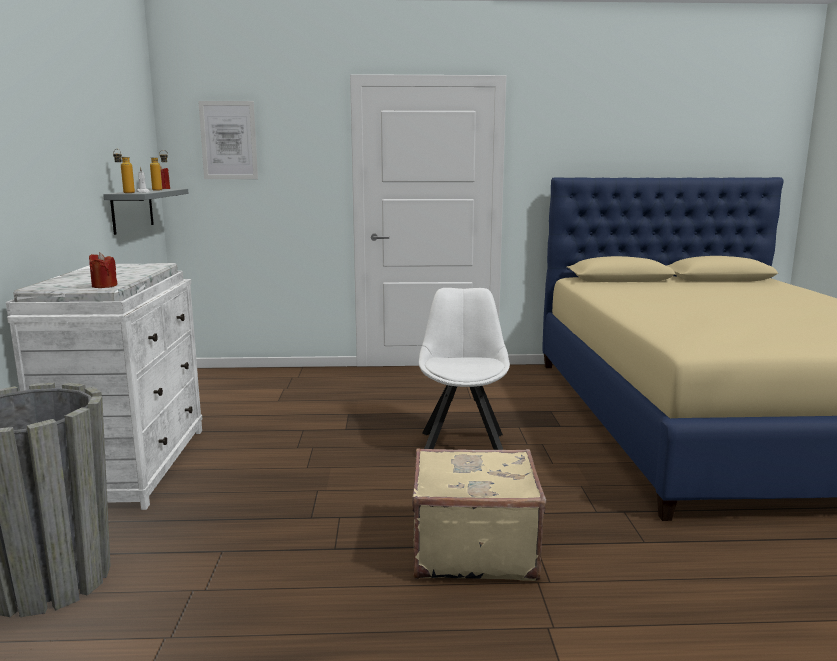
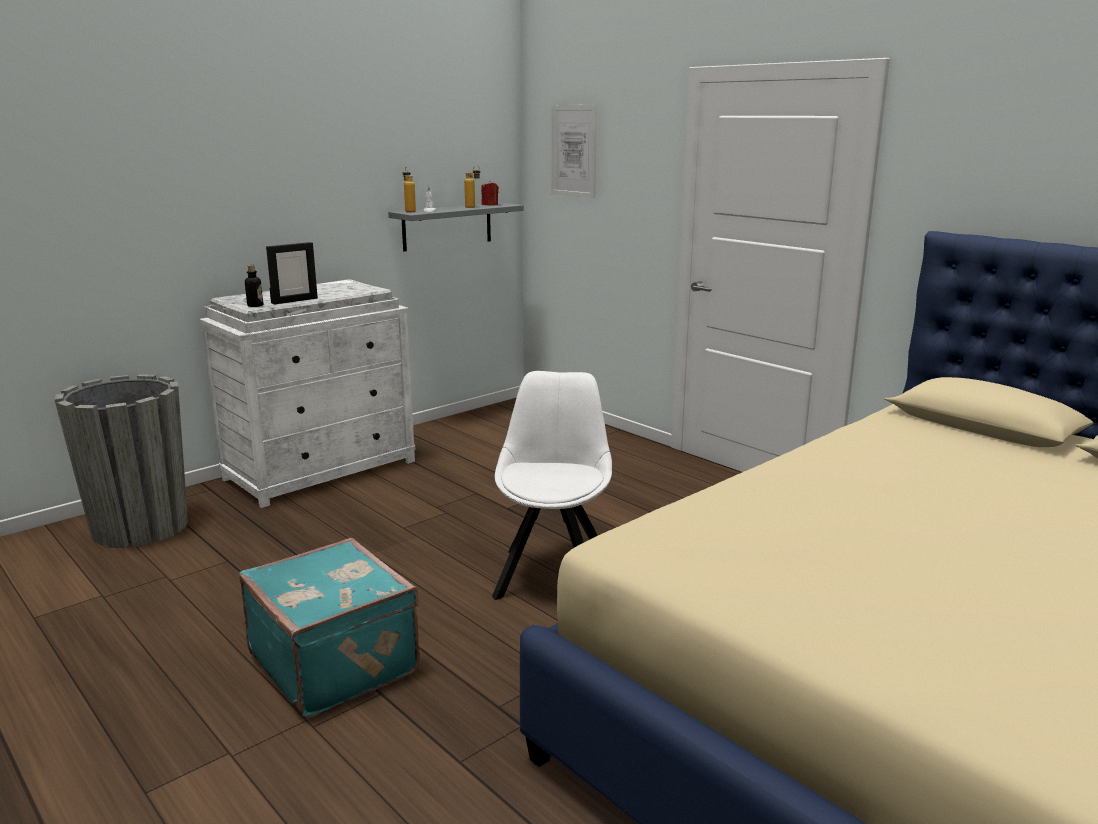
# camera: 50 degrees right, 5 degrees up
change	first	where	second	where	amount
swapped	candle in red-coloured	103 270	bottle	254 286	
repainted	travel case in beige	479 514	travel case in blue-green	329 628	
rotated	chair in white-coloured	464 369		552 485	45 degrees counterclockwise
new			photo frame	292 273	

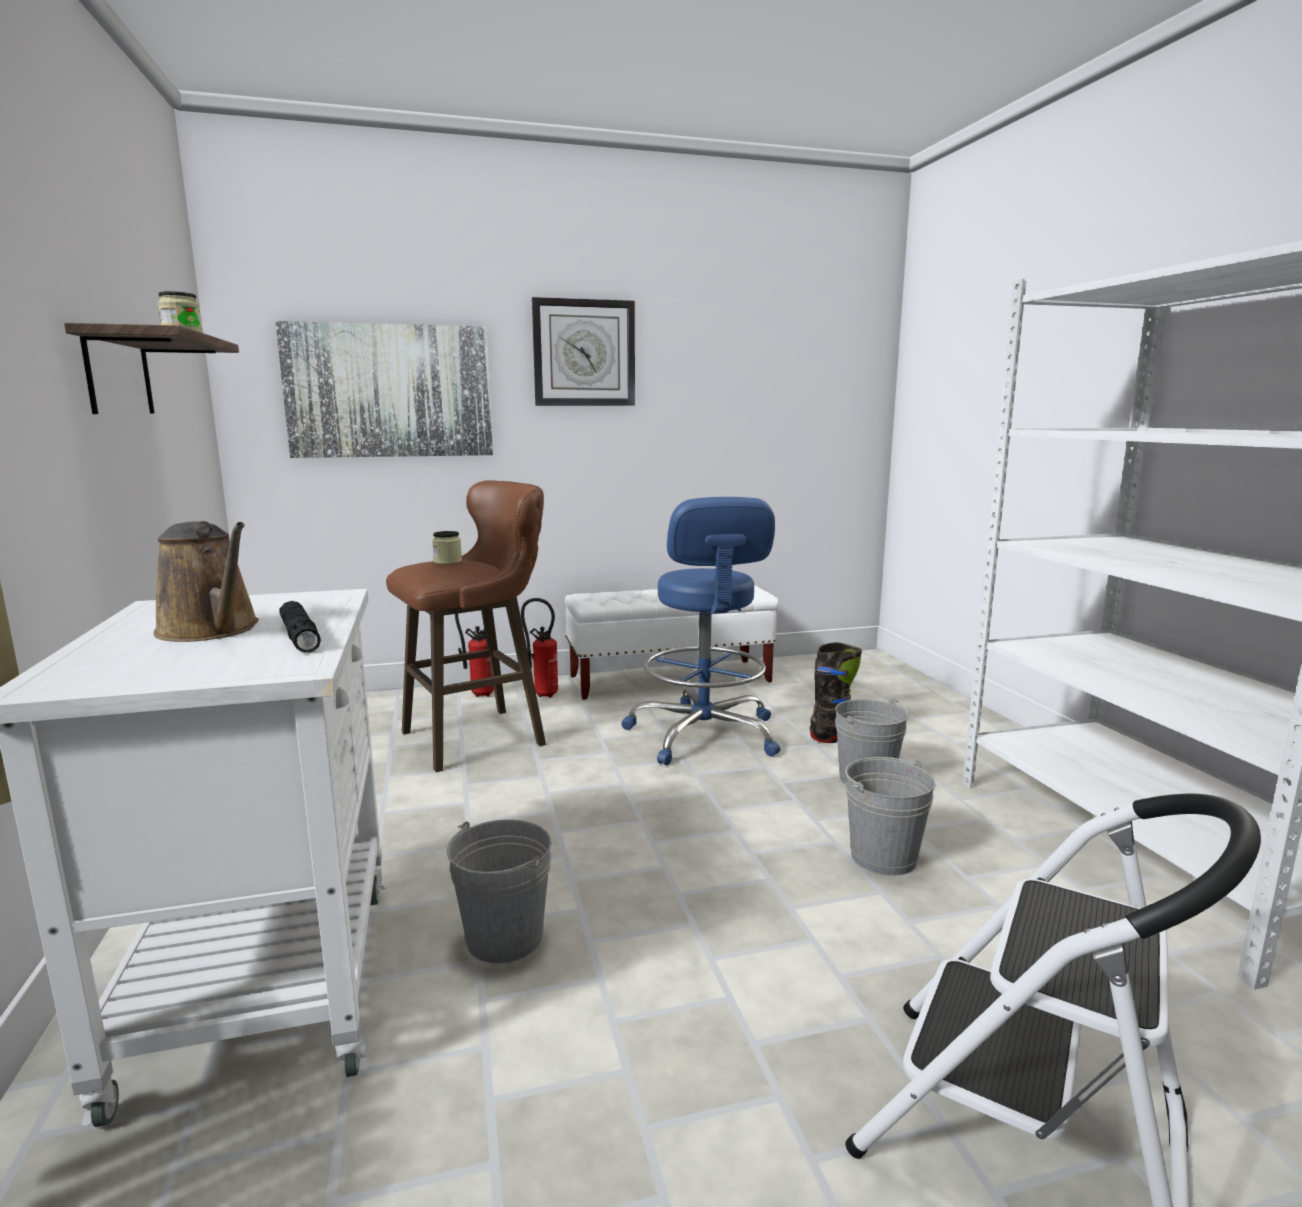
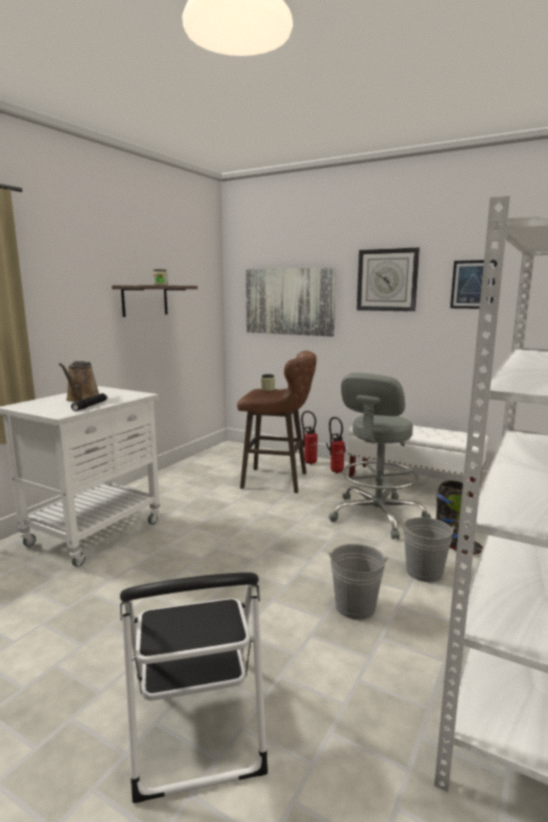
# camera: 45 degrees right, 0 degrees up
change	first	where	second	where	amount
gone	water bucket in gray	499 891			
repainted	stool in blue	700 631	stool in gray	380 456	
new			wall art	473 284	

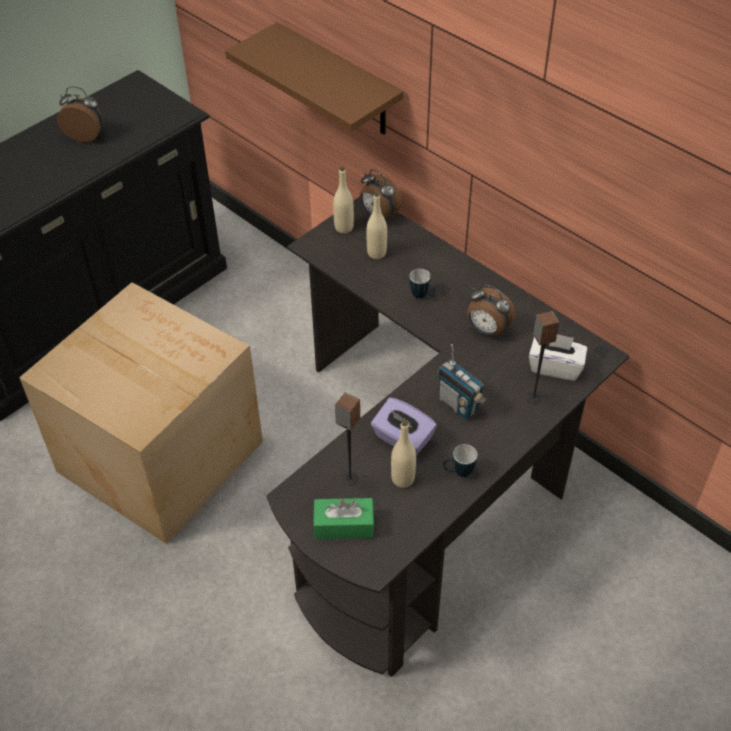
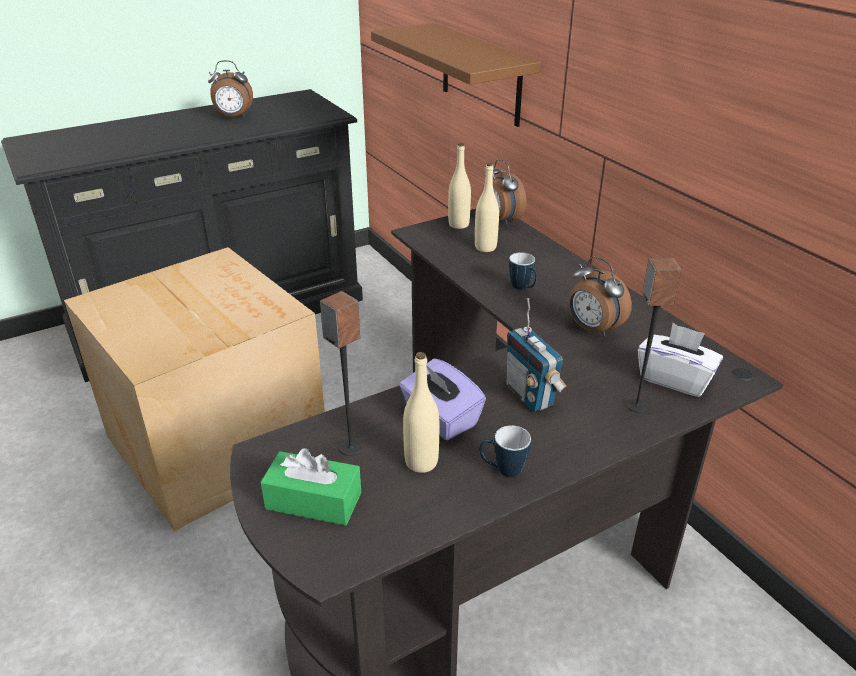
# camera: 15 degrees right, 15 degrees down
change	first	where	second	where	amount
rotated	table clock	79 114		230 89	150 degrees clockwise

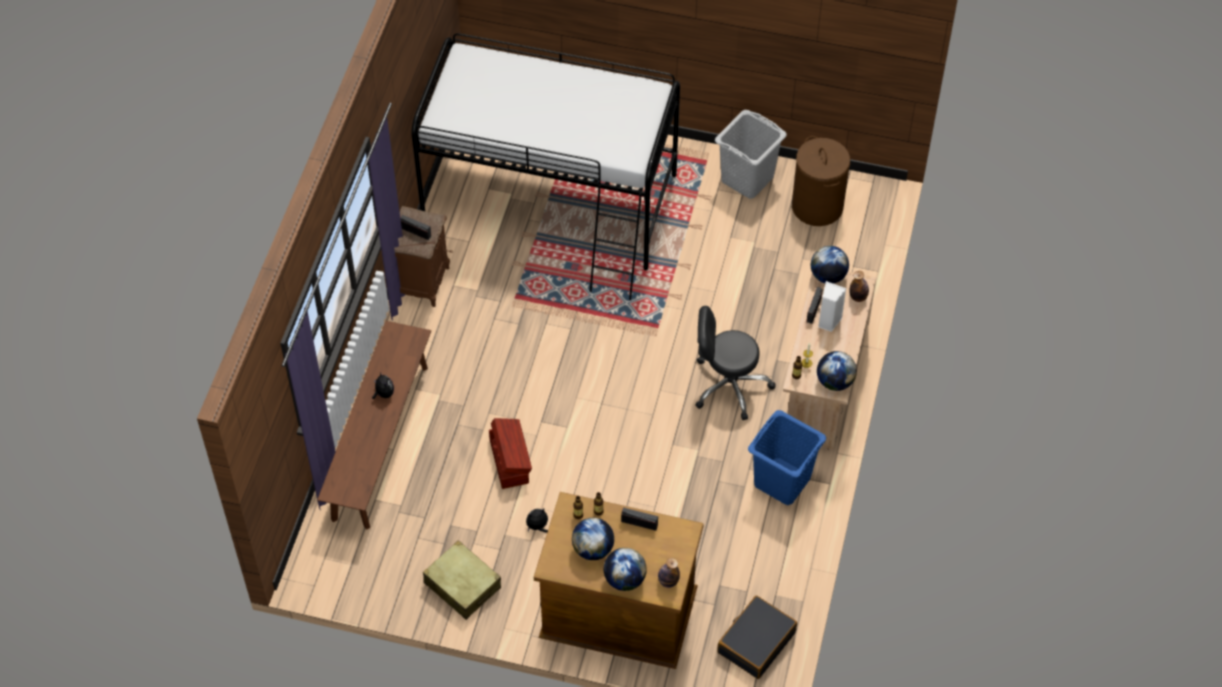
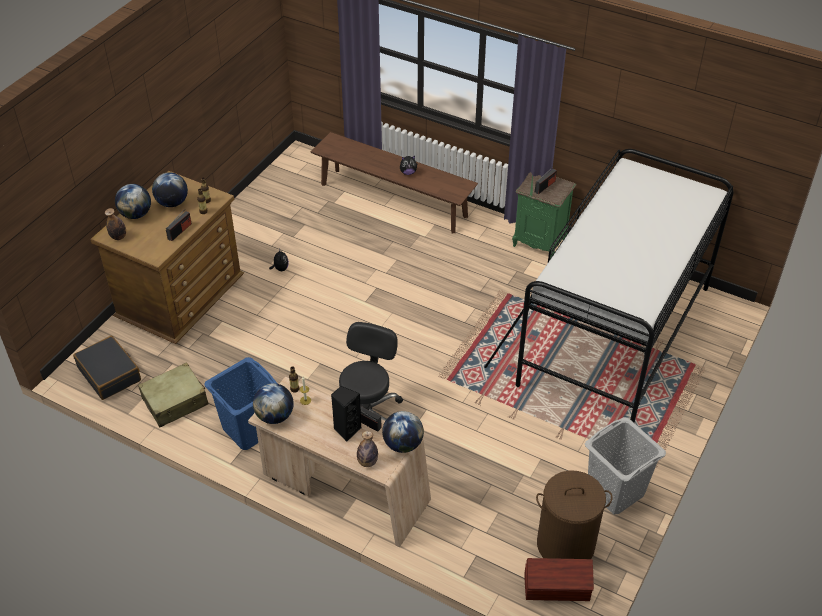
# camera: 105 degrees right, 10 degrees down
change	first	where	second	where	amount
repainted	night table in brownish	423 256	night table in green	544 215	
shifted	travel case in beige	462 580		173 394	
shifted	storage container in brownish	510 453		559 579	
repainted	loudspeaker in white-coloured	832 306	loudspeaker in black-coloured	346 414	

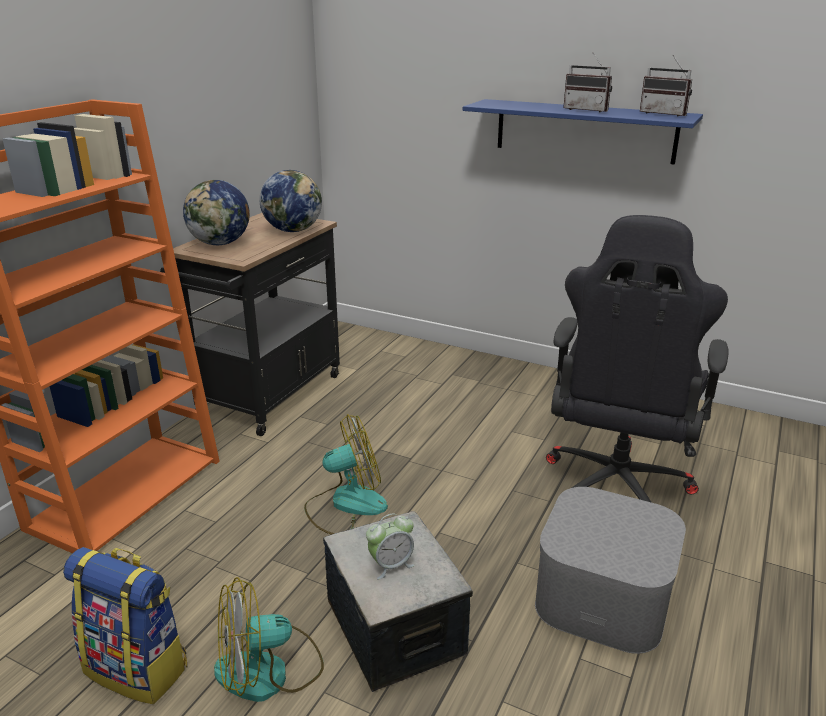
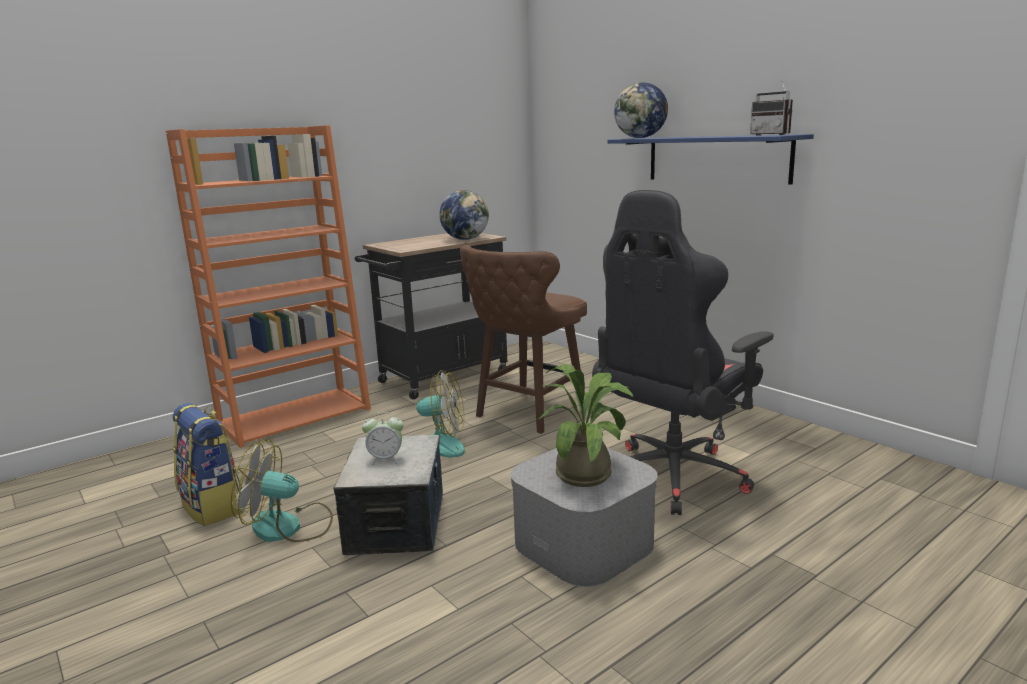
# camera: 25 degrees right, 10 degrees down
change	first	where	second	where	amount
shifted	world globe	216 212		641 110	
gone	radio	587 82			
new			stool in brownish	523 339	
new			houseplant	585 425	

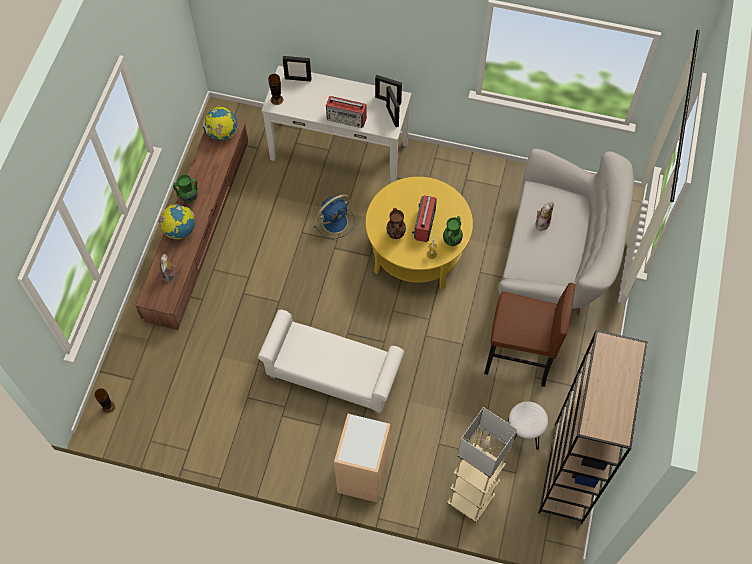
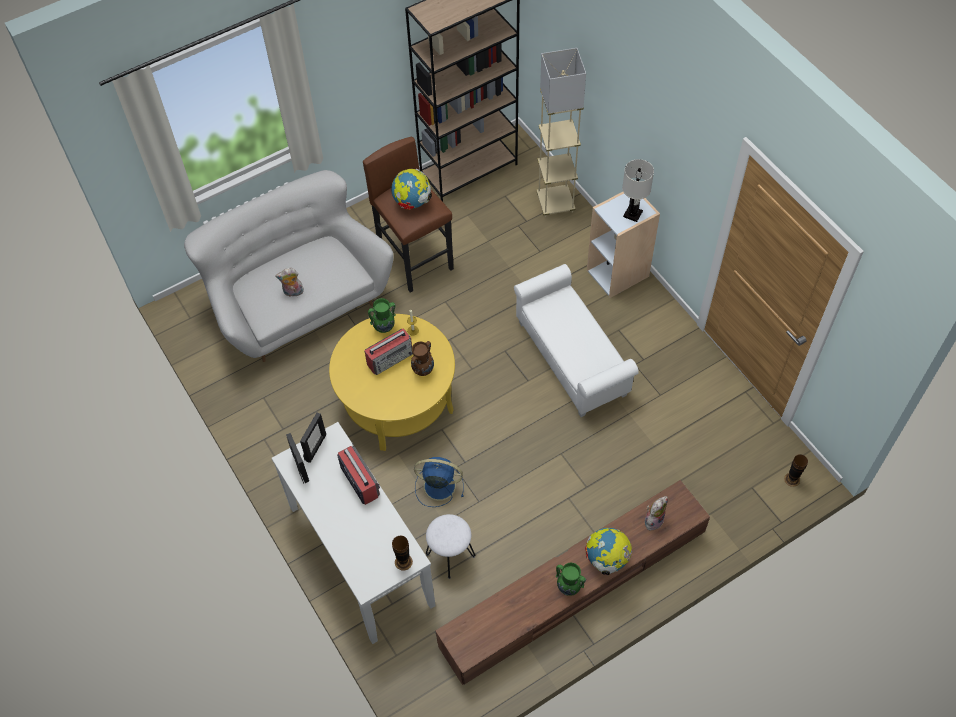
# camera: 135 degrees left, 5 degrees down
change	first	where	second	where	amount
shifted	world globe	220 123		411 189	
gone	photo frame	297 69			
shifted	stool in white-coloured	528 425		450 546	
new			table lamp in white-coloured	638 190	

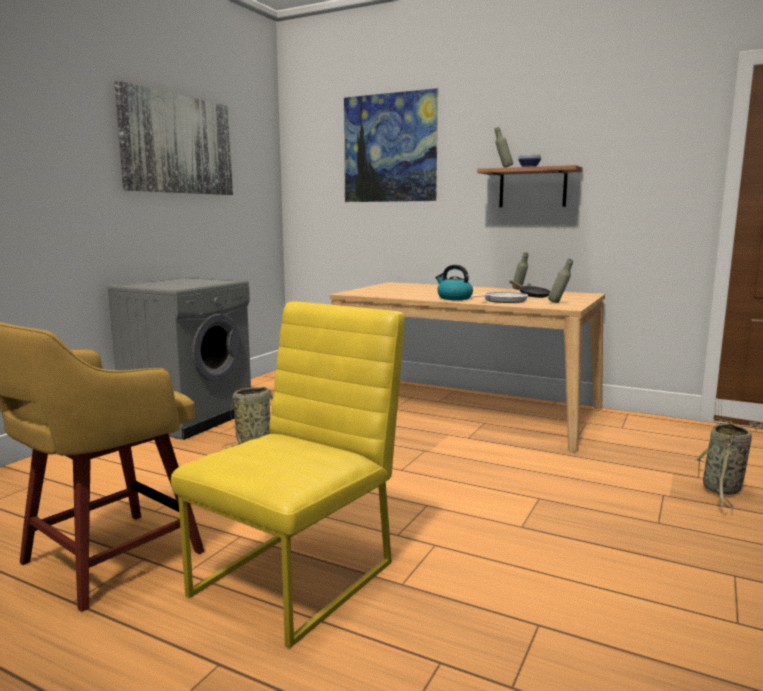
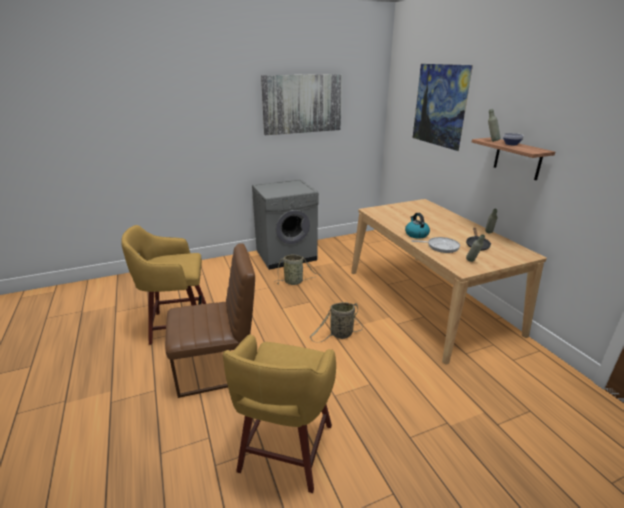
# camera: 40 degrees right, 15 degrees up
change	first	where	second	where	amount
repainted	chair in yellow-coloured	288 475	chair in brownish	210 320	
shifted	household basket	724 465		336 322	
new			stool in yellow-coloured	279 413	

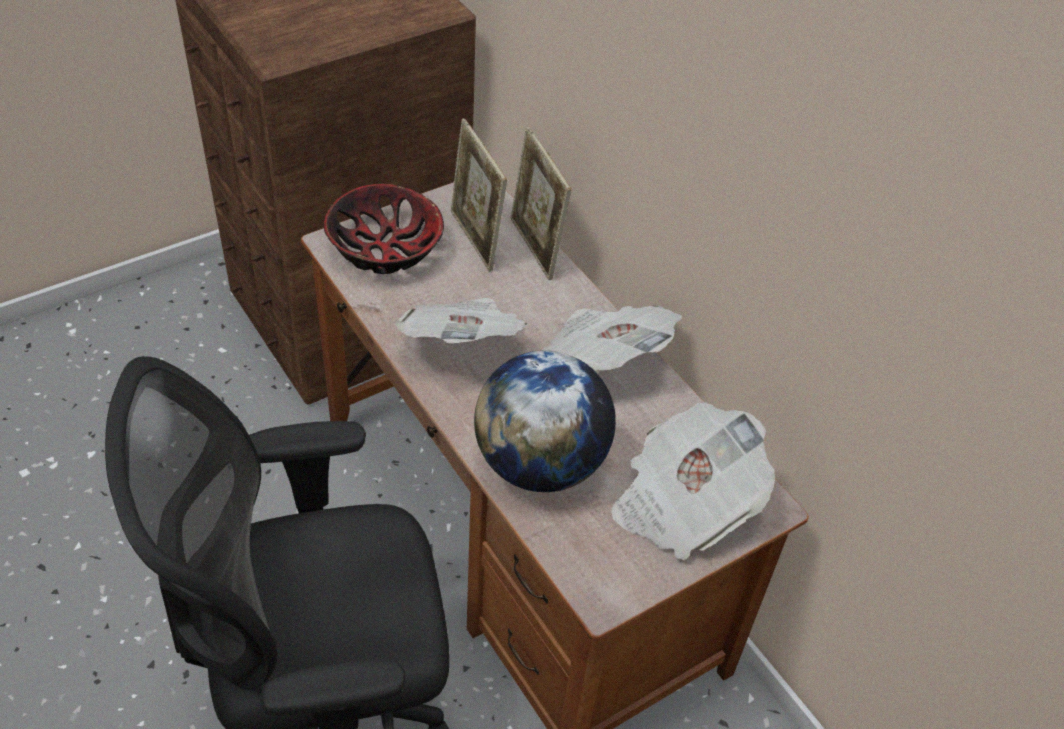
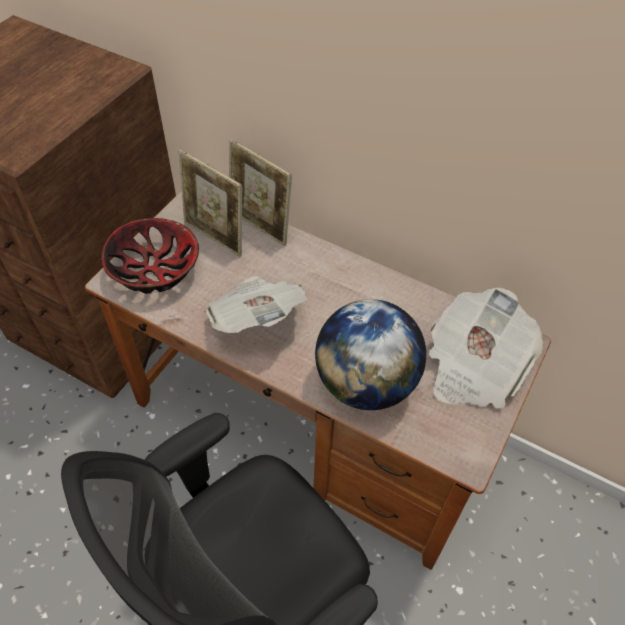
# camera: 25 degrees left, 5 degrees up
change	first	where	second	where	amount
gone	newspaper	612 338			

